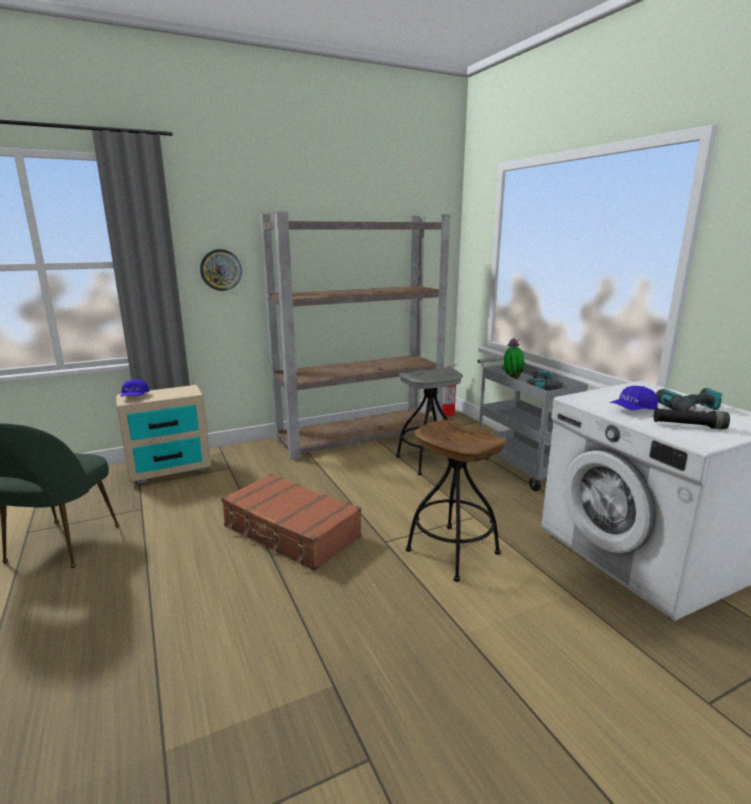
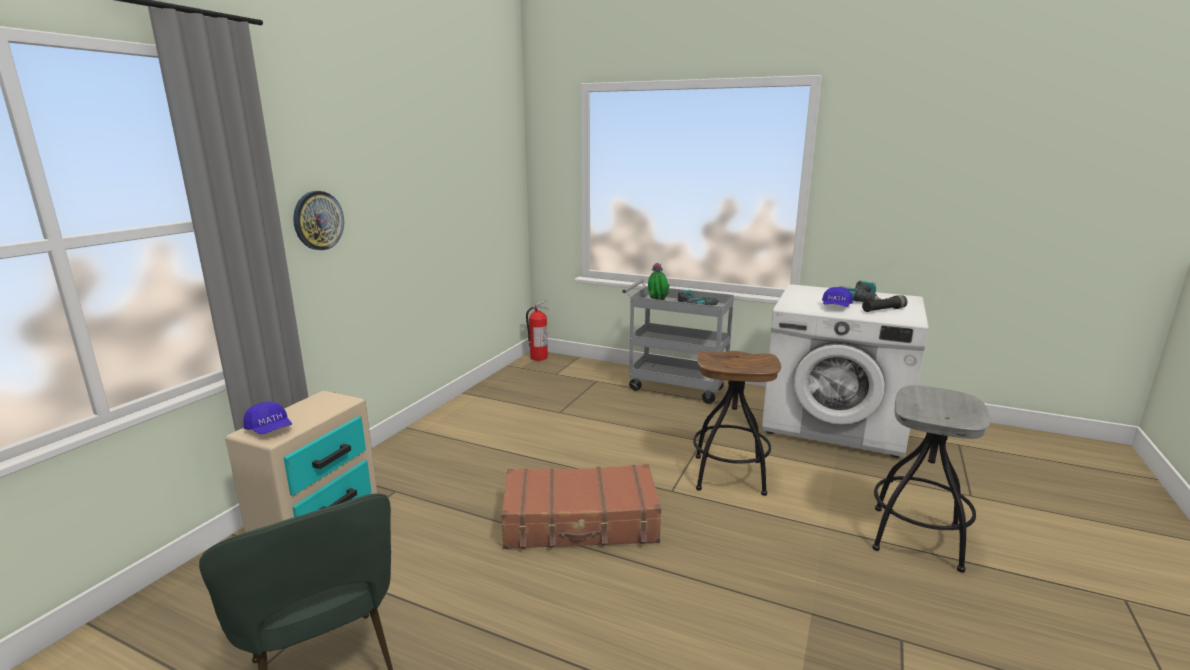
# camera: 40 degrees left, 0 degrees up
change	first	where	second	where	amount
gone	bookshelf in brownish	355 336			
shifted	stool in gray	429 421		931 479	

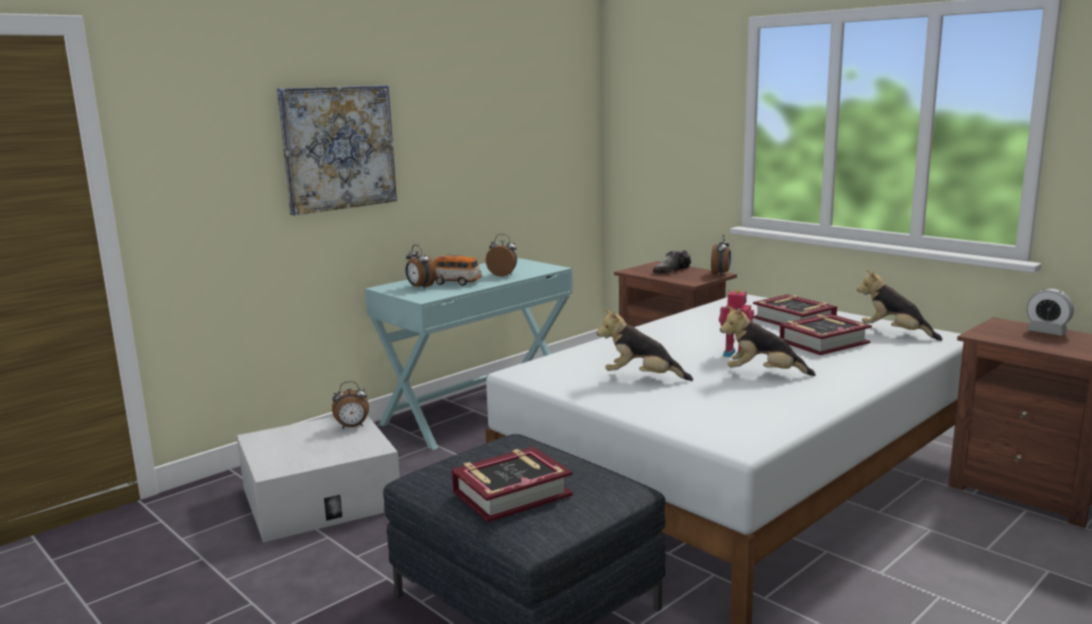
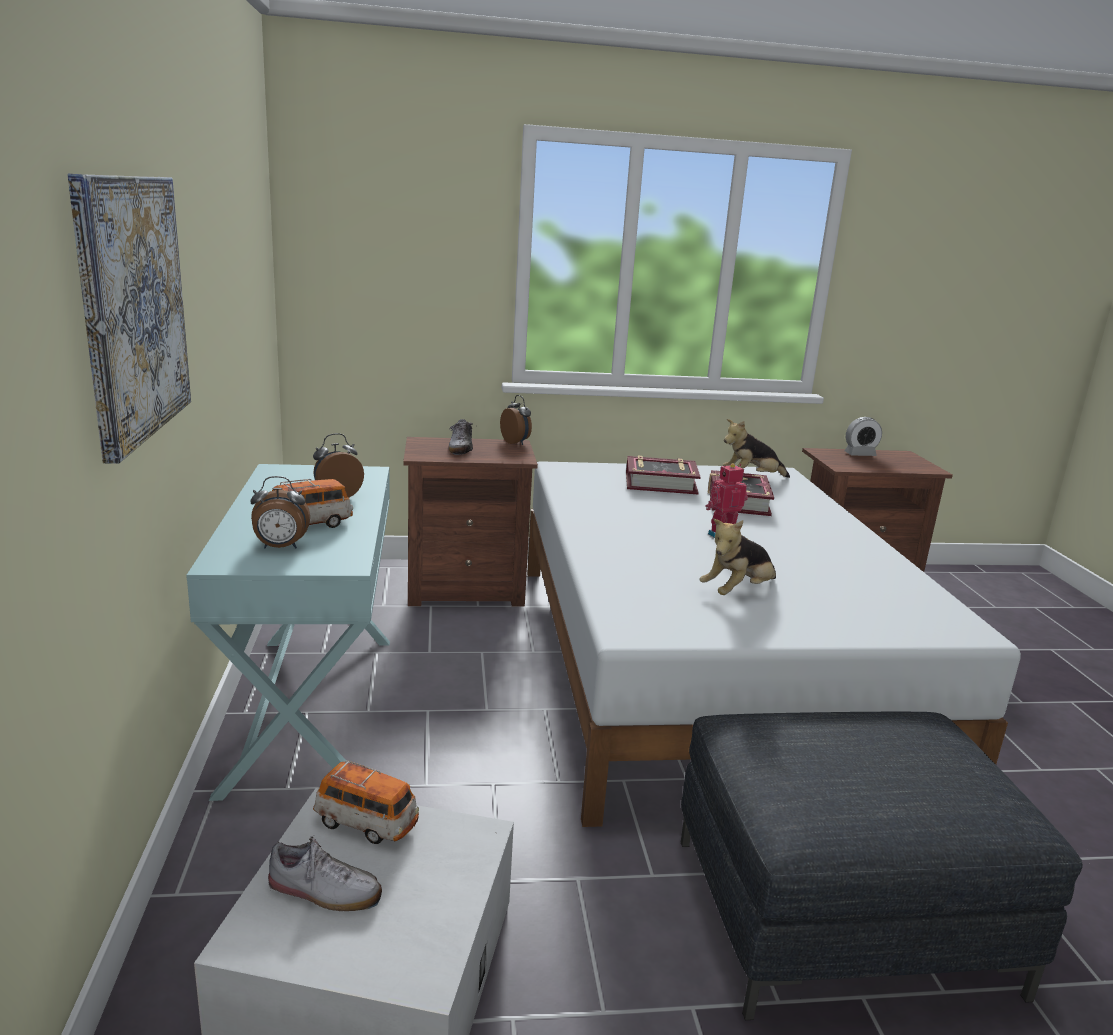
# camera: 55 degrees left, 5 degrees up
change	first	where	second	where	amount
swapped	table clock	350 405	miniature car	366 802	
gone	book	512 484			
gone	cuddly toy	768 340			
new			shoe	325 873	

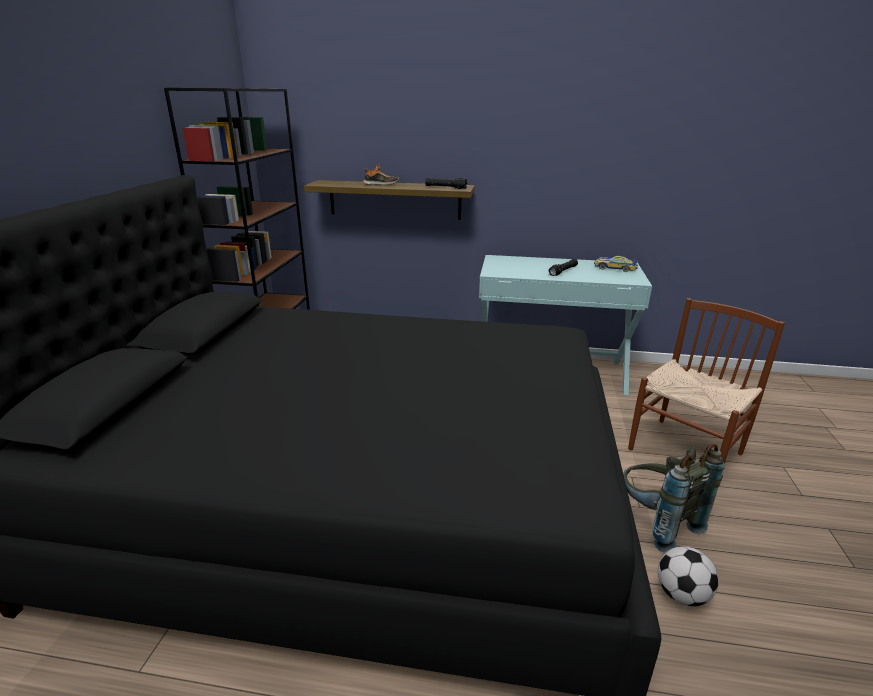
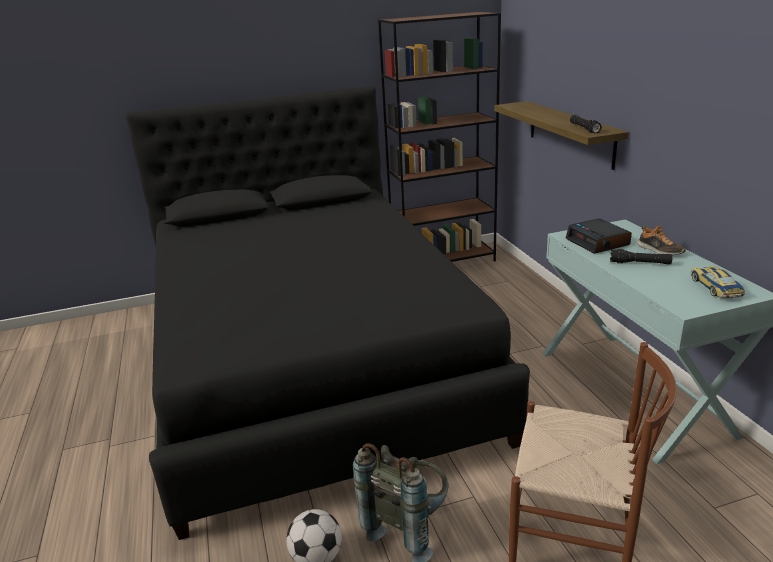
# camera: 65 degrees right, 0 degrees up
change	first	where	second	where	amount
shifted	shoe	381 175		661 240	
new			table clock	599 236	

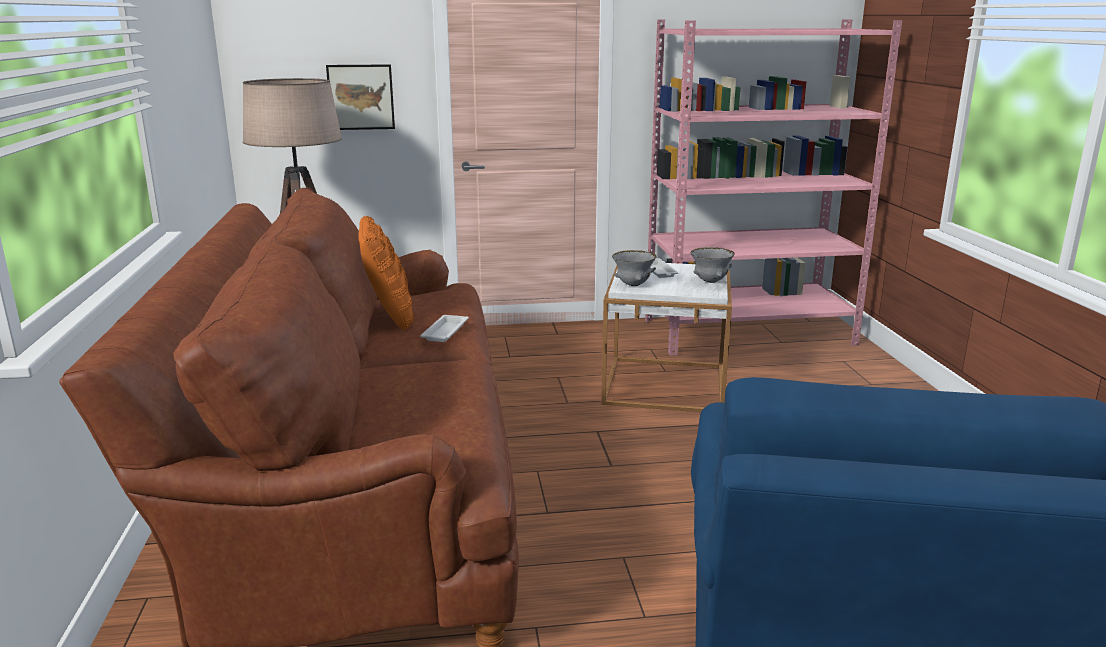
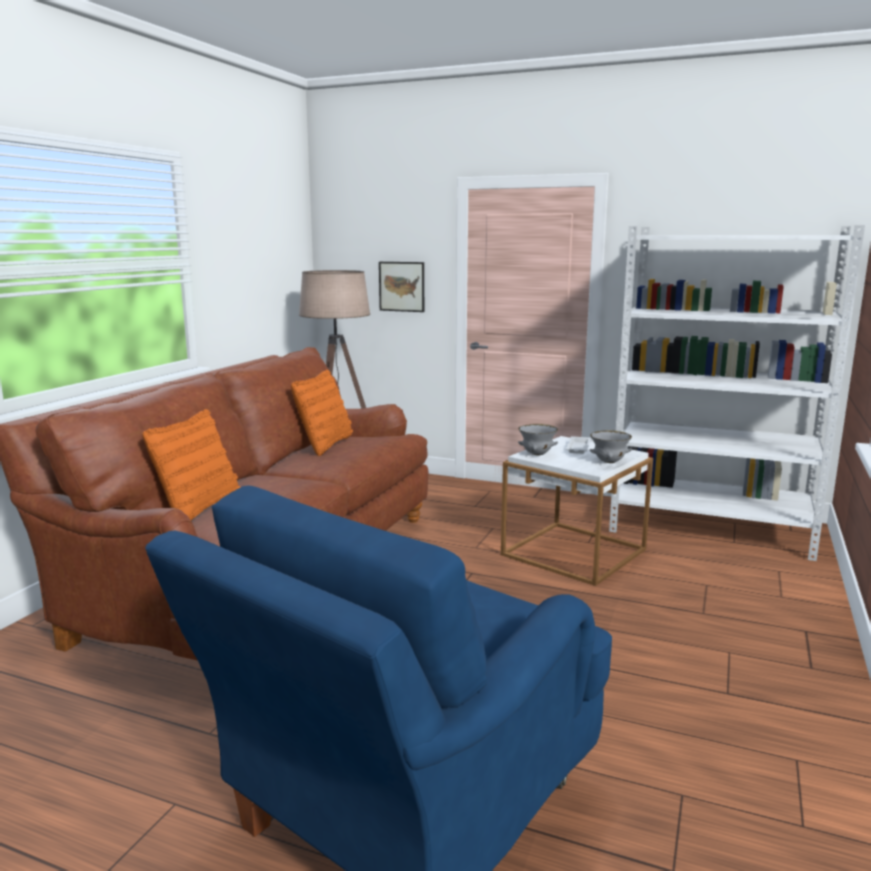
# camera: 30 degrees right, 5 degrees down
change	first	where	second	where	amount
gone	serving tray in white-coloured	444 328			
repainted	bookshelf in pink	773 188	bookshelf in white-coloured	737 393	
new			pillow in orange	191 465	

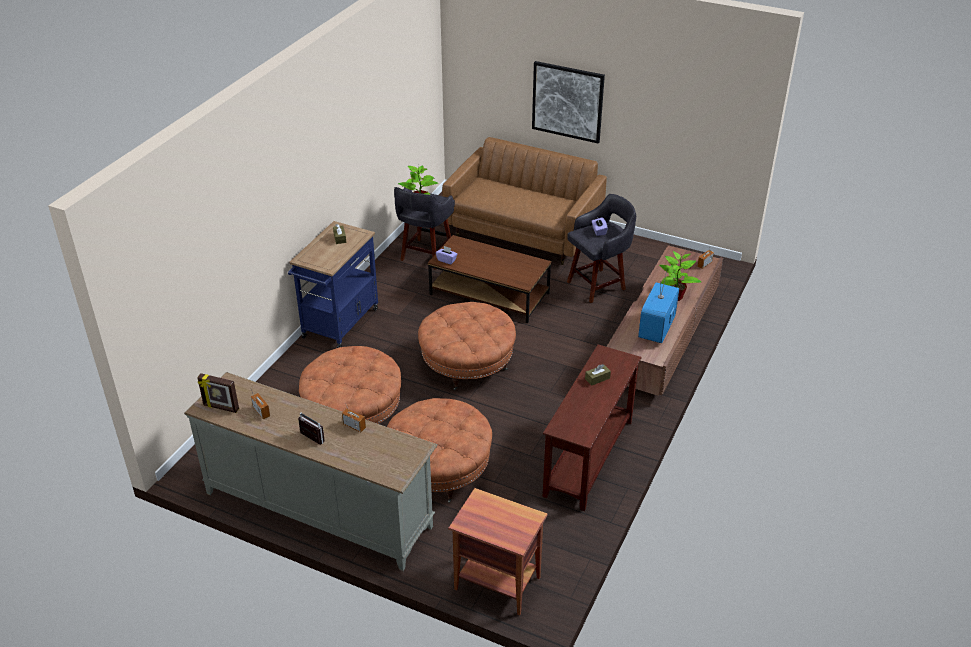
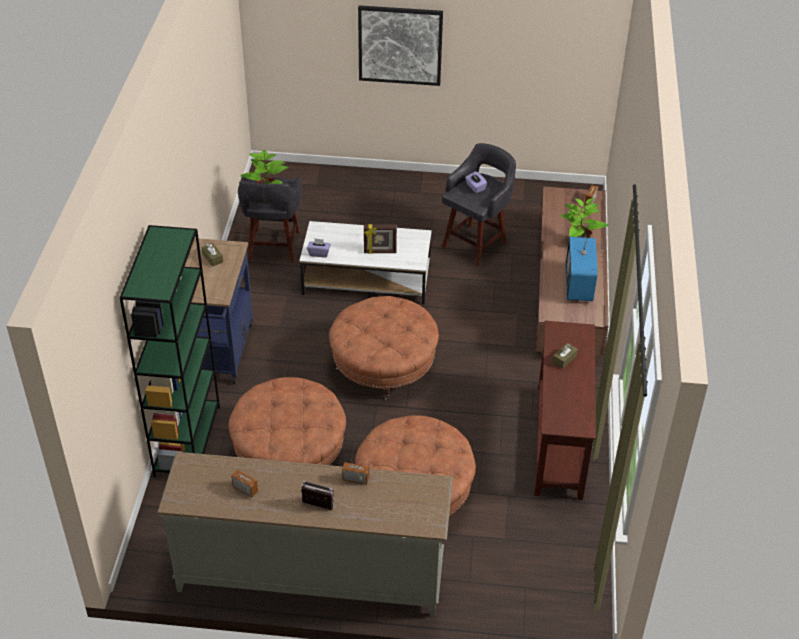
# camera: 20 degrees left, 5 degrees up
change	first	where	second	where	amount
shifted	photo frame	218 393		380 239	
repainted	low table in brownish	489 279	low table in white-coloured	365 263	
gone	couch in brownish	524 201			
gone	night table	498 551			
new			bookshelf in green	170 351	

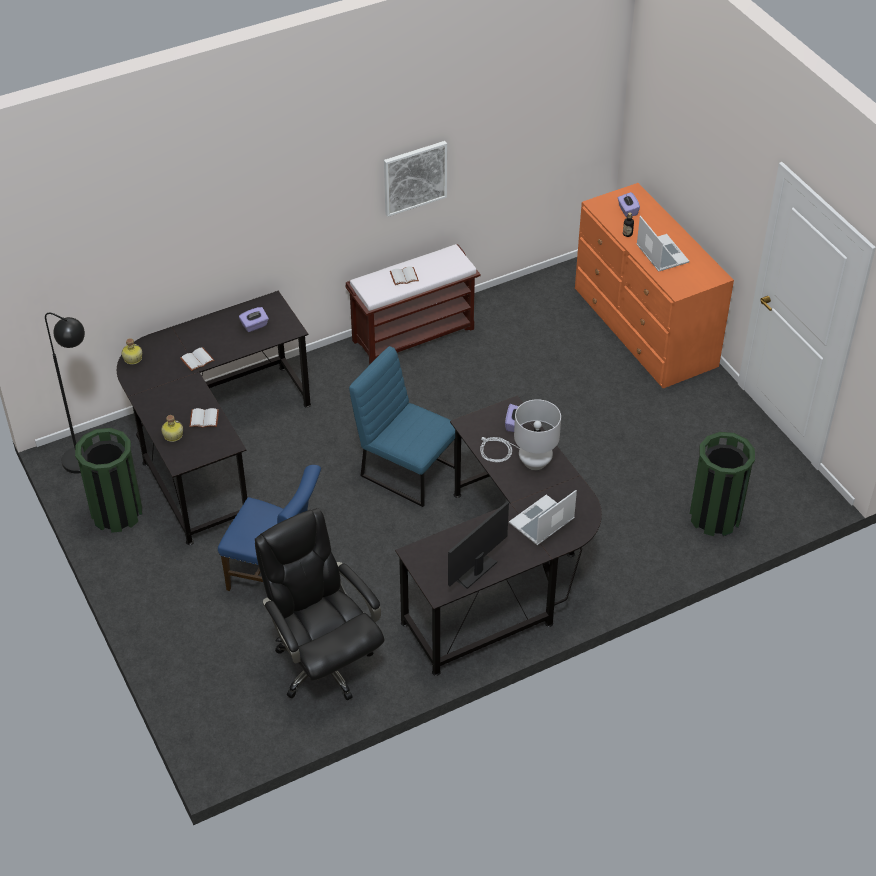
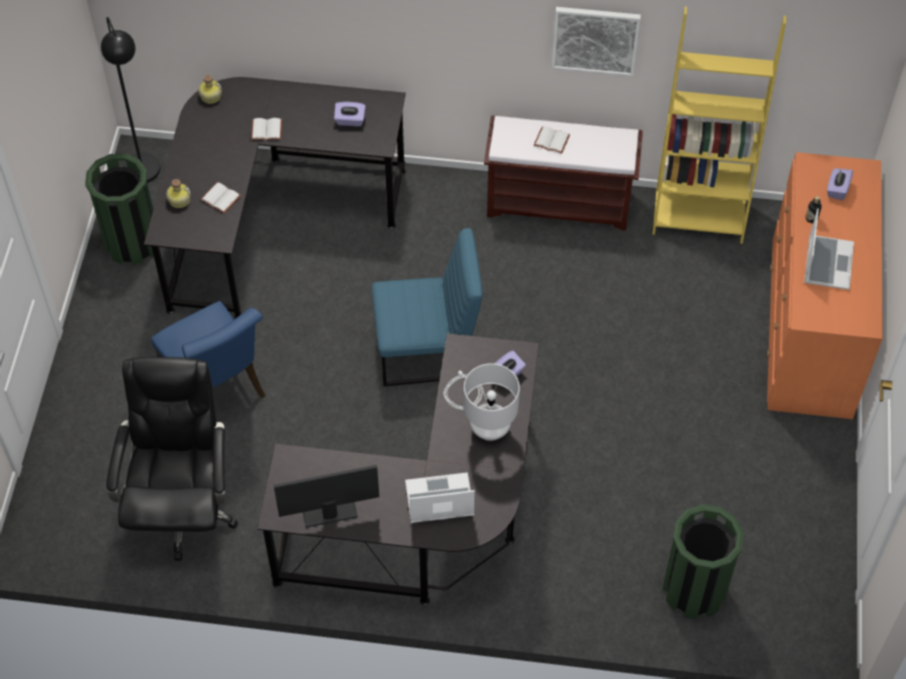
# camera: 35 degrees right, 10 degrees up
change	first	where	second	where	amount
rotated	chair in blue	402 426		427 307	105 degrees clockwise
new			bookshelf in yellow-coloured	719 125	

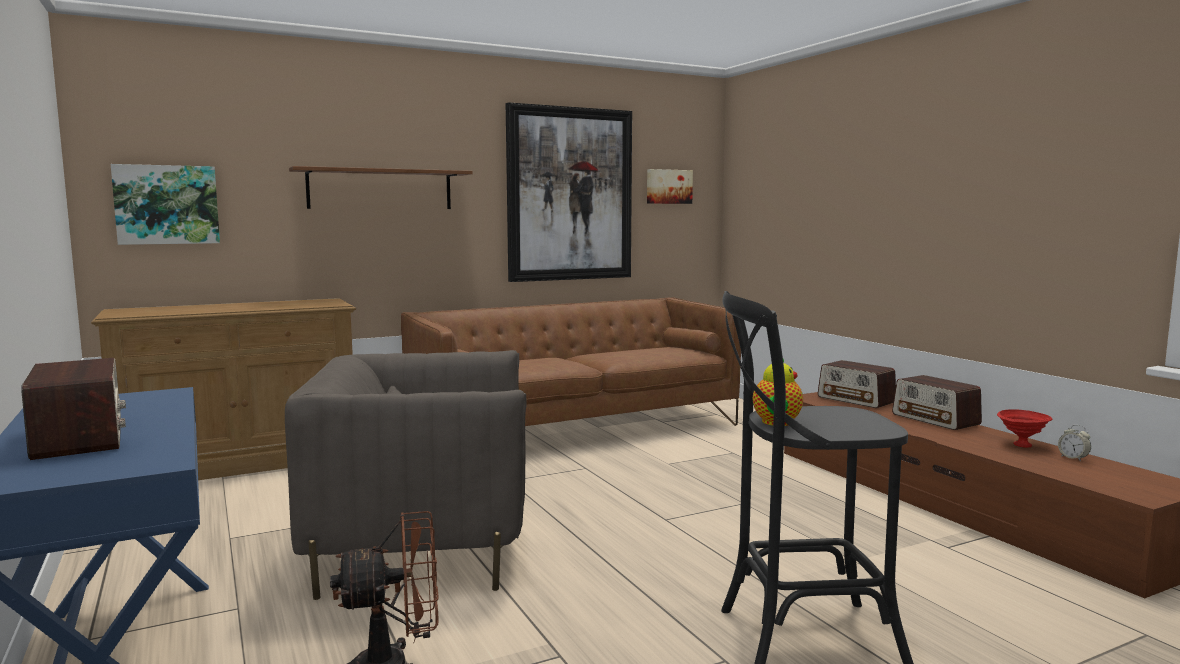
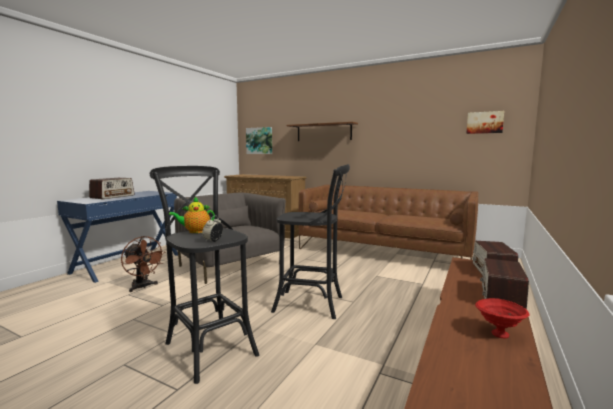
# camera: 55 degrees right, 0 degrees up
change	first	where	second	where	amount
gone	wall art	569 192			
shifted	table clock	1074 443		212 229	
new			stool in black-coloured	310 241	

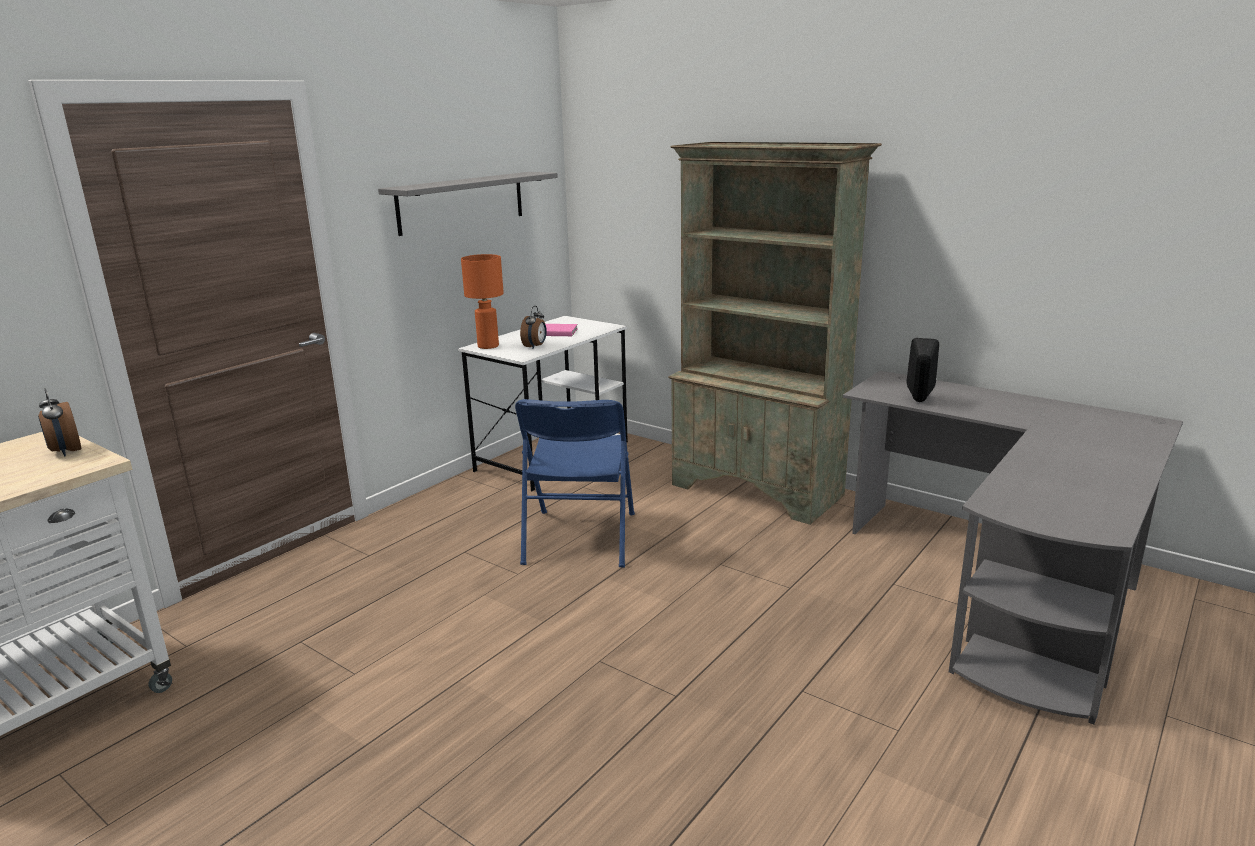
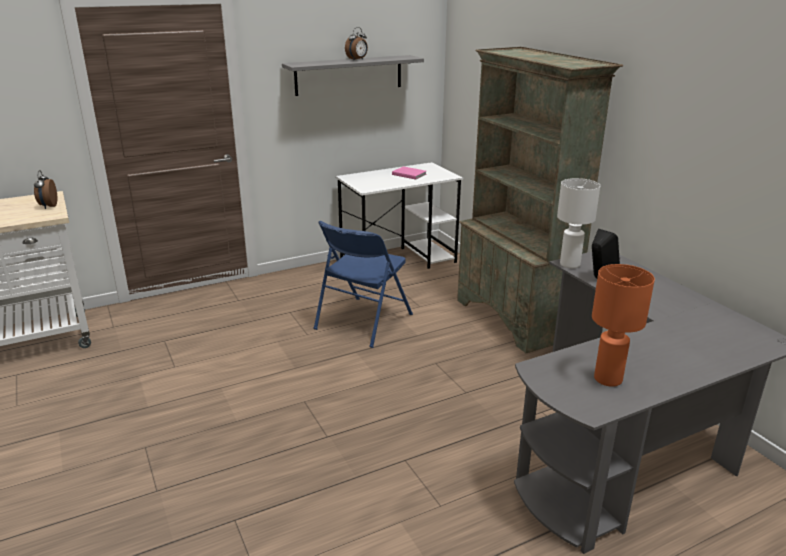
# camera: 25 degrees right, 5 degrees up
change	first	where	second	where	amount
shifted	table lamp in orange	482 301		623 325	
shifted	table clock	533 327		356 44	
new			table lamp in white-coloured	578 223	

